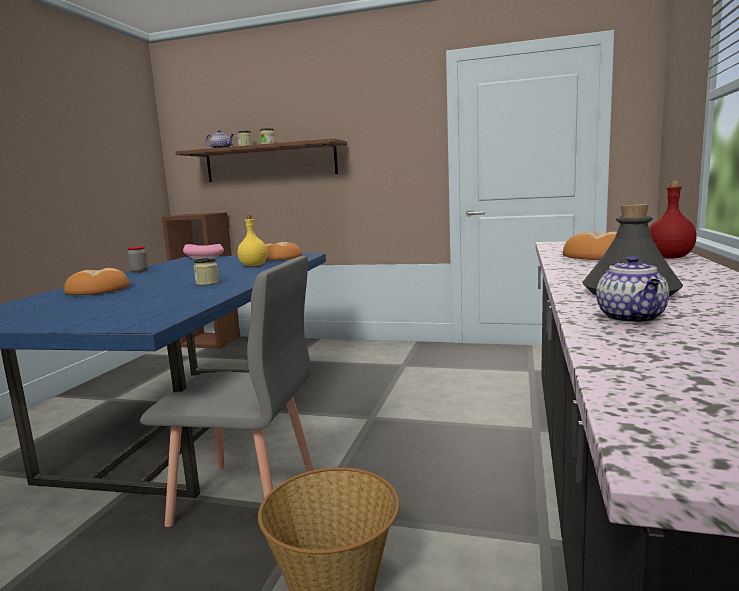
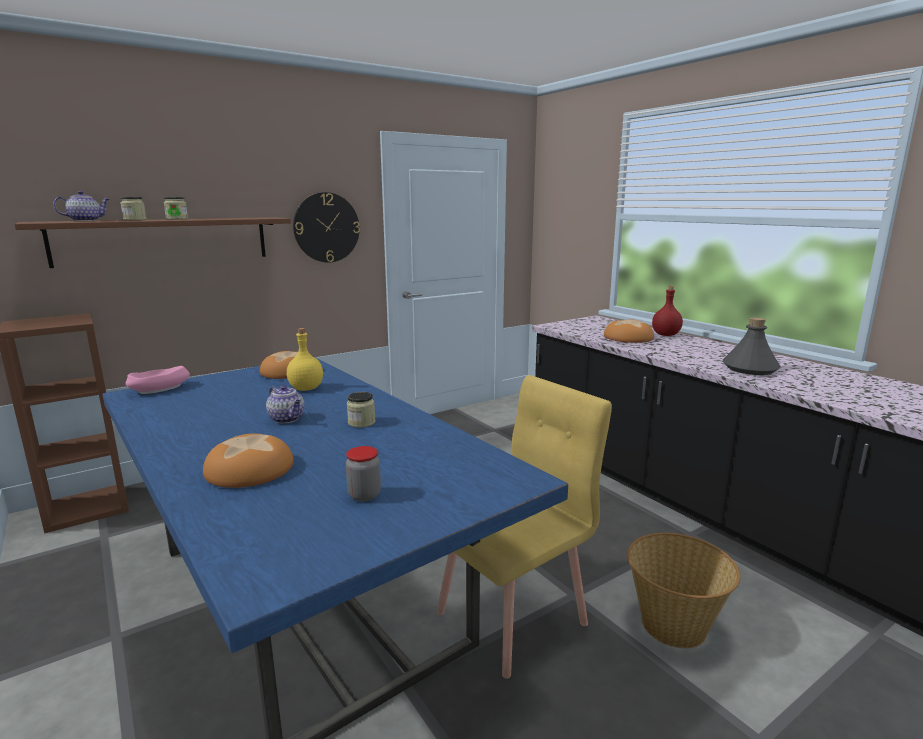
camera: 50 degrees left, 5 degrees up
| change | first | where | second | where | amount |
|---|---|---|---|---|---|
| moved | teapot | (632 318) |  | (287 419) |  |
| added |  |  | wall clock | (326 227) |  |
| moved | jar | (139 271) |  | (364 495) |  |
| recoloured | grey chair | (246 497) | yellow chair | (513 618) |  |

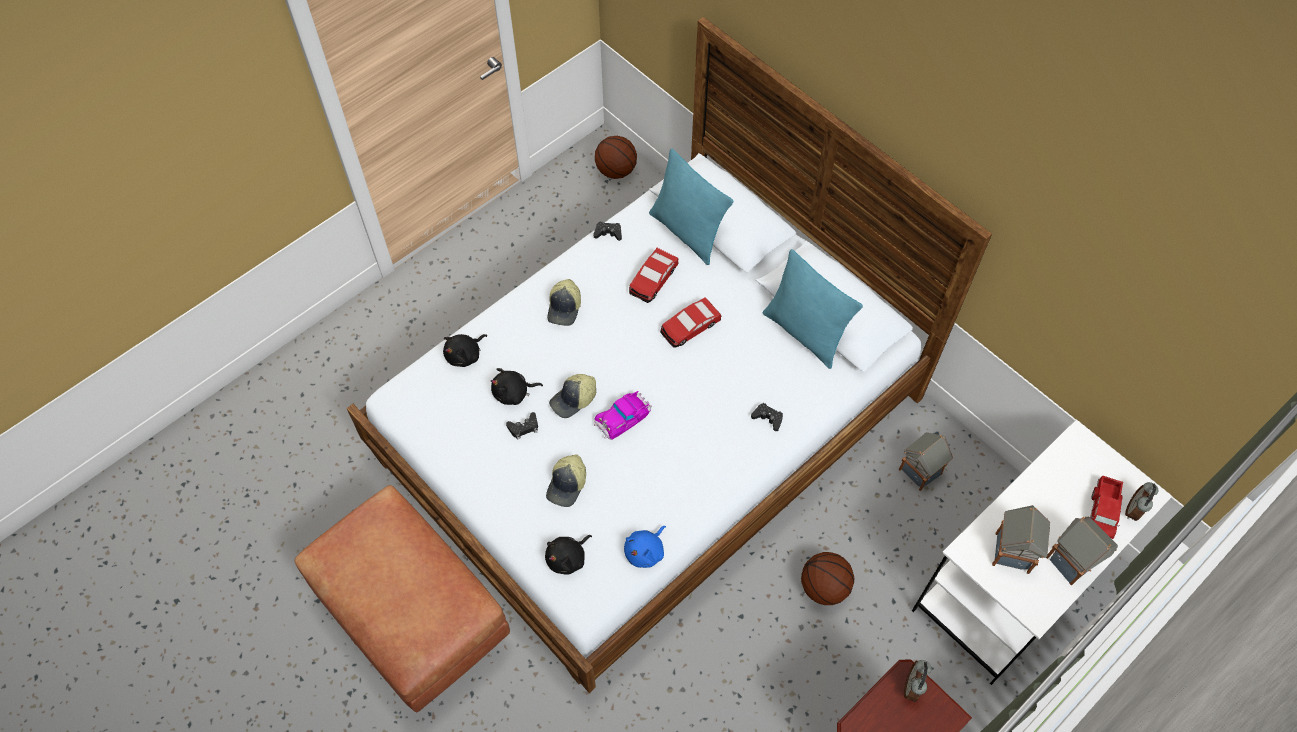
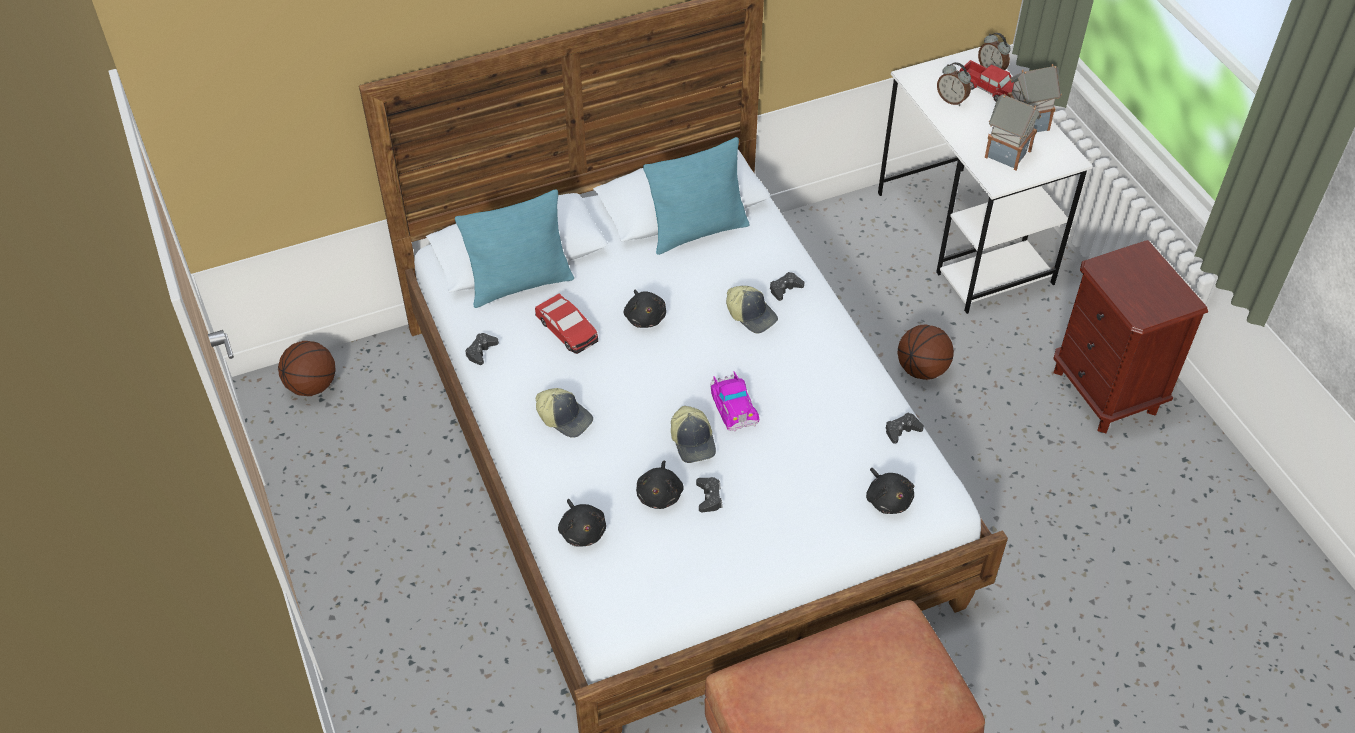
camera: 70 degrees left, 10 degrees down
| change | first | where | second | where | amount |
|---|---|---|---|---|---|
| replaced | toy car | (690 327) | black plush toy | (645 317) |  |
| moved | cap | (567 485) |  | (751 315) |  |
| replaced | blue plush toy | (646 551) | black game controller | (902 430) |  |
| moved | alarm clock | (913 687) |  | (952 100) |  |
| removed | toy house | (920 470) |  |  |  |

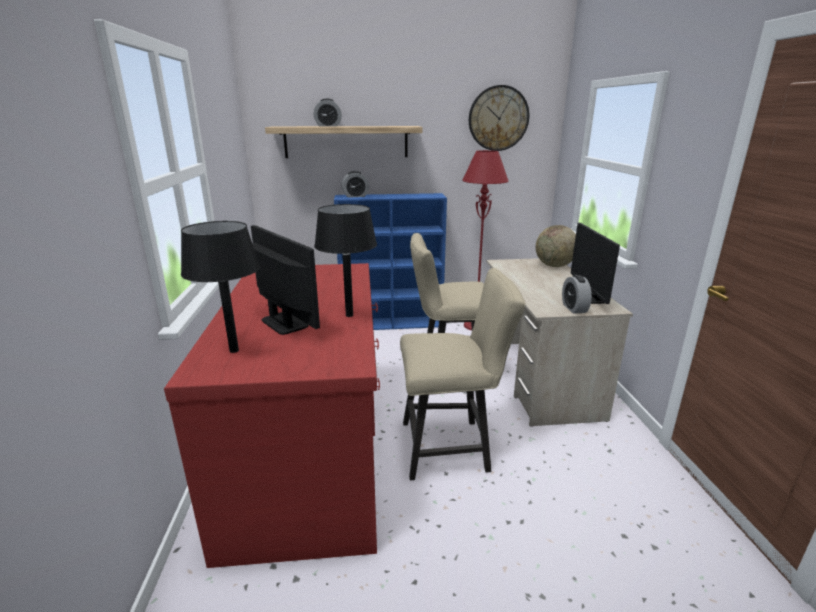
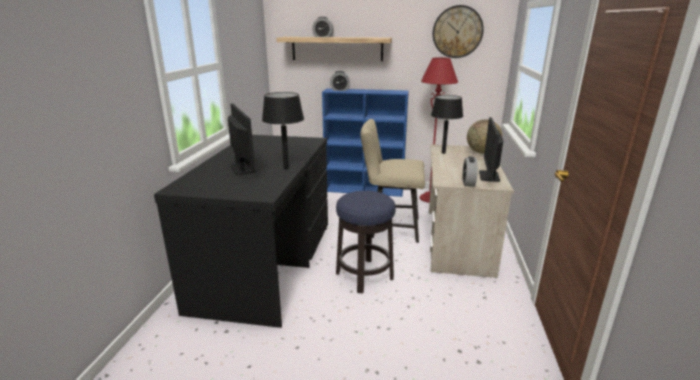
camera: 15 degrees right, 0 degrees up
| change | first | where | second | where | amount |
|---|---|---|---|---|---|
| recoloured | red desk | (310 453) | black desk | (267 265) |  |
| replaced | beige chair | (452 447) | stool | (364 276) |  |
| moved | black table lamp | (234 350) |  | (443 153) |  |

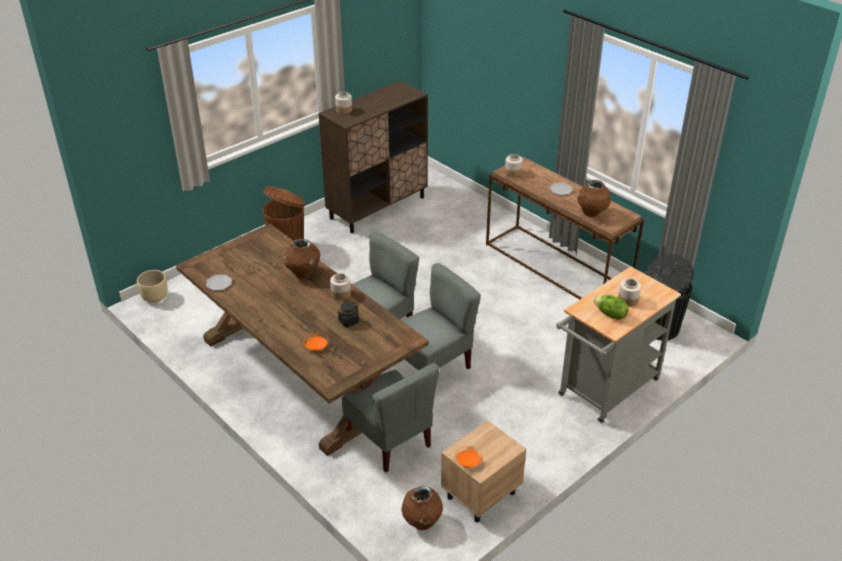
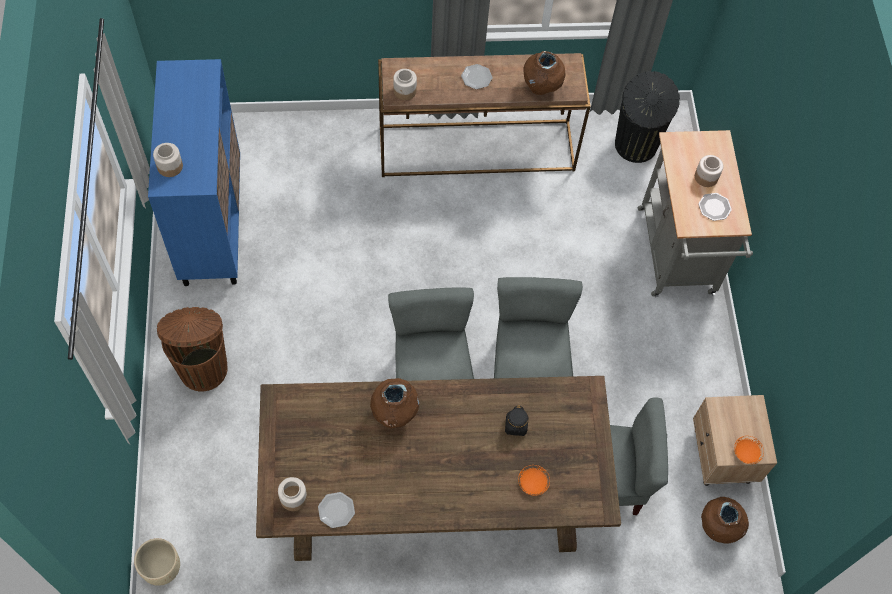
camera: 55 degrees left, 25 degrees up
| change | first | where | second | where | amount |
|---|---|---|---|---|---|
| recoloured | brown cabinet | (377 207) | blue cabinet | (212 223) |  |
| moved | jar | (340 294) |  | (293 498) |  |
| replaced | lettuce | (610 314) | plate | (714 207) |  |

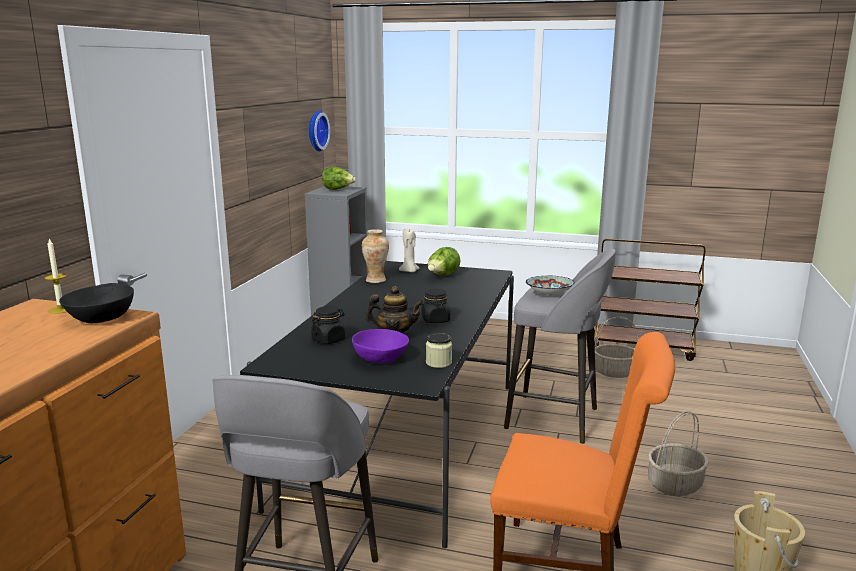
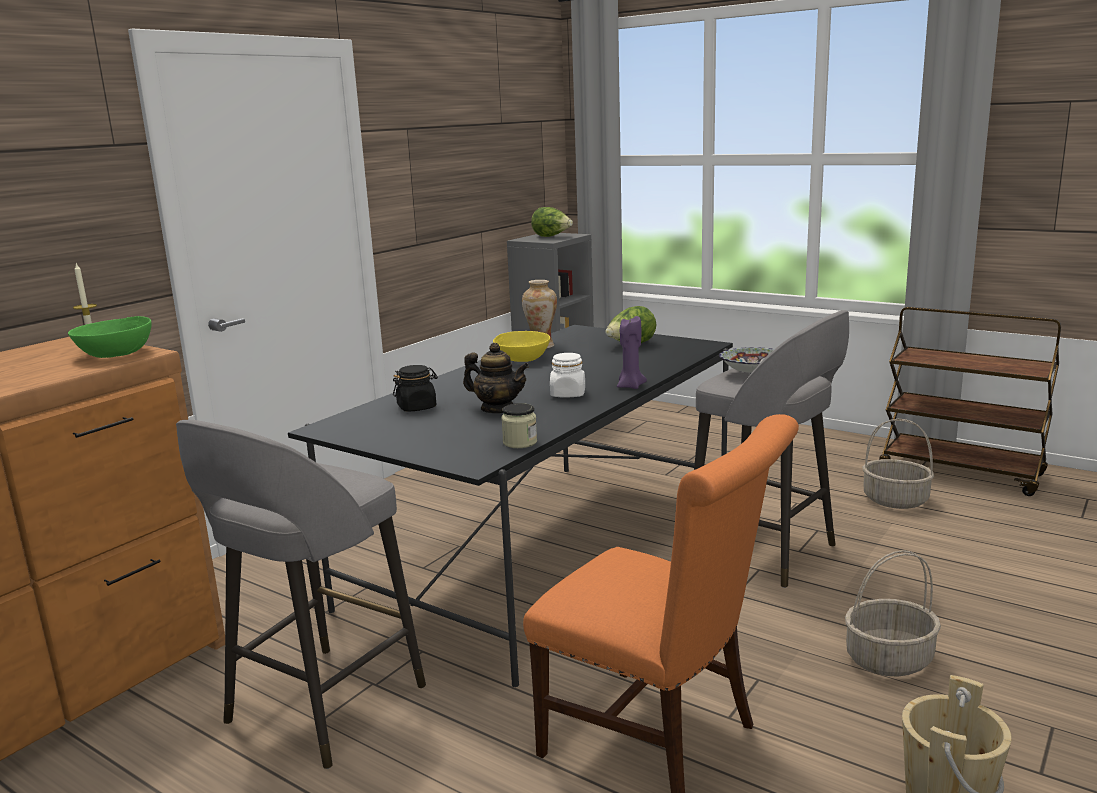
camera: 20 degrees right, 0 degrees up
| change | first | where | second | where | amount |
|---|---|---|---|---|---|
| recoloured | black bowl | (100 318) | green bowl | (115 354) |  |
| added |  |  | yellow bowl | (523 359) |  |
| recoloured | black jar | (435 320) | white jar | (568 394) |  |
| added |  |  | purple candle | (630 386) |  |
| removed | wall clock | (316 130) |  |  |  |
| removed | purple bowl | (380 358) |  |  |  |
| removed | beige candle | (409 271) |  |  |  |

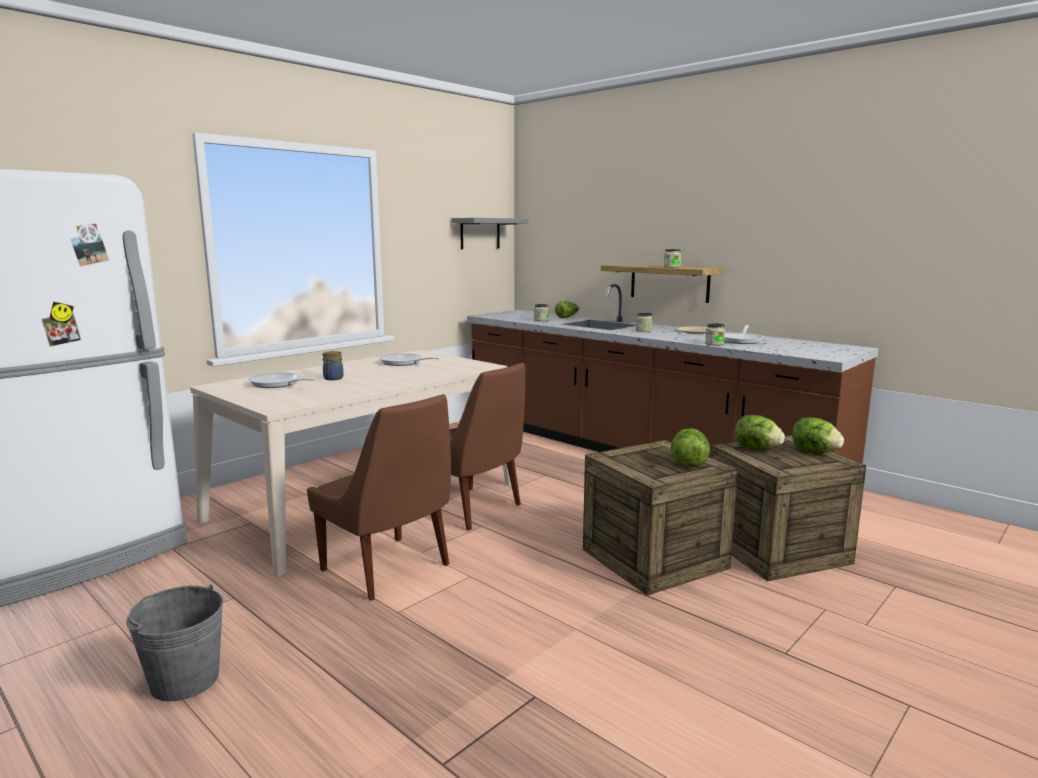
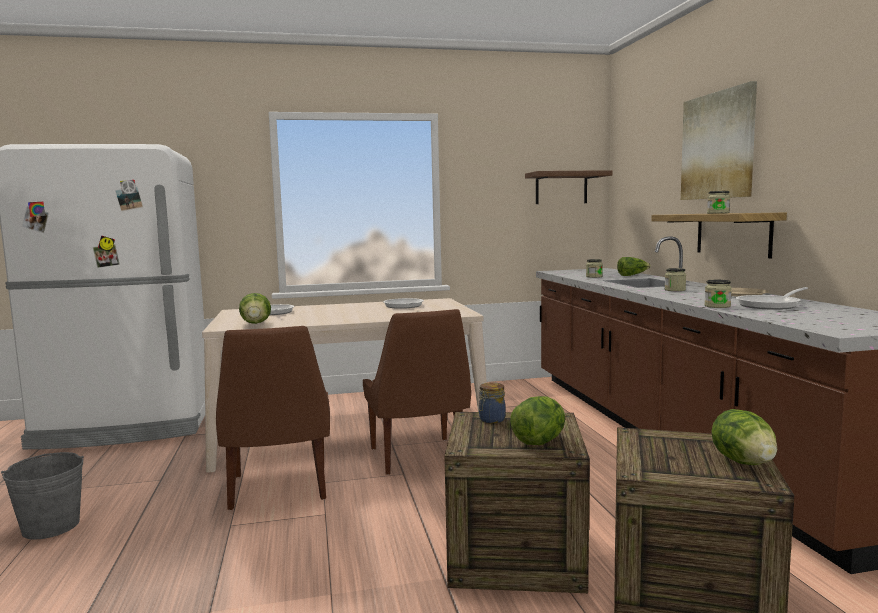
camera: 35 degrees right, 5 degrees down
| change | first | where | second | where | amount |
|---|---|---|---|---|---|
| moved | lettuce | (756 449) |  | (256 323) |  |
| moved | jar | (333 378) |  | (491 420) |  |
| recoloured | grey shelf | (480 233) | brown shelf | (561 188) |  |
| added |  |  | picture | (718 146) |  |

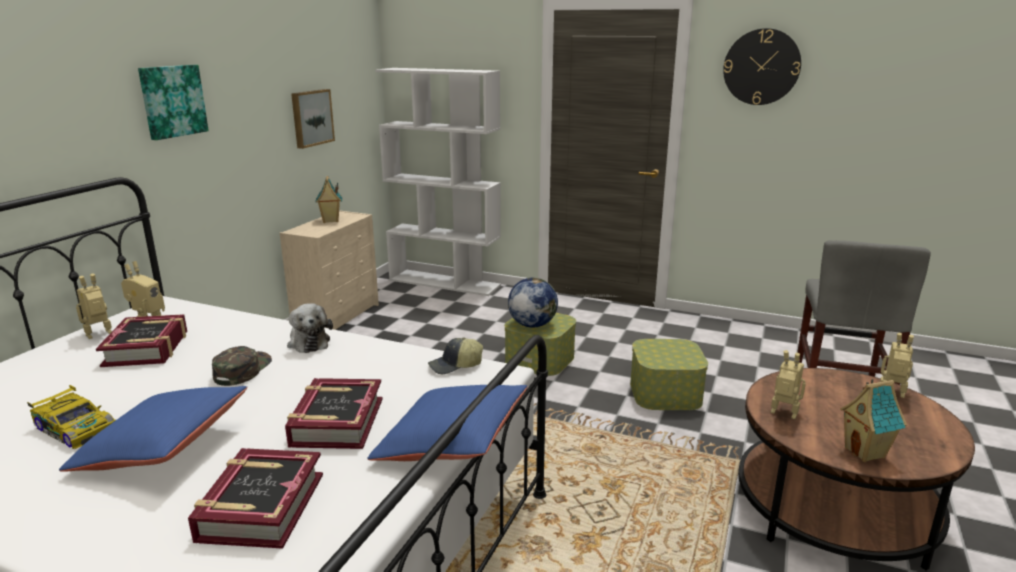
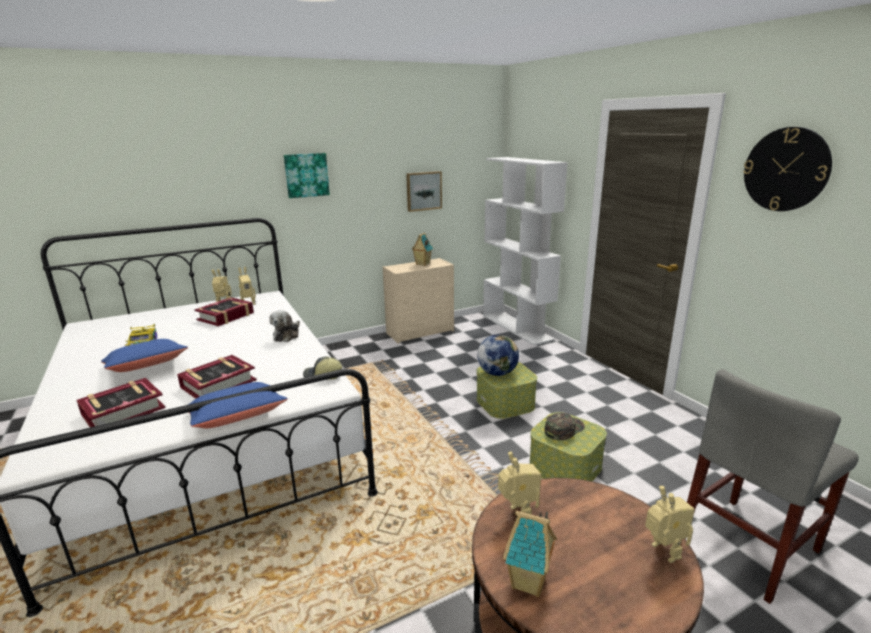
camera: 40 degrees right, 0 degrees up
| change | first | where | second | where | amount |
|---|---|---|---|---|---|
| moved | green cap | (242 370) |  | (563 429) |  |

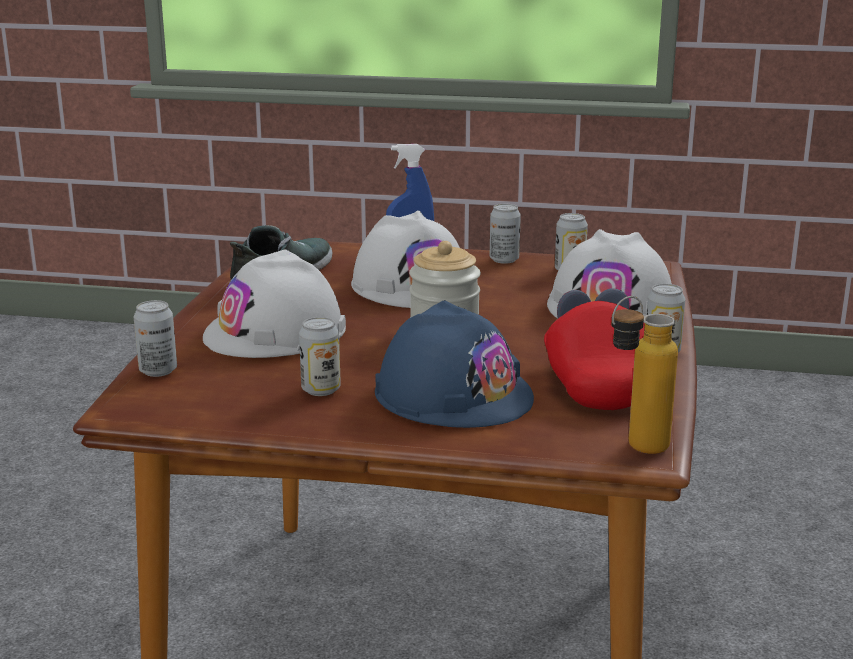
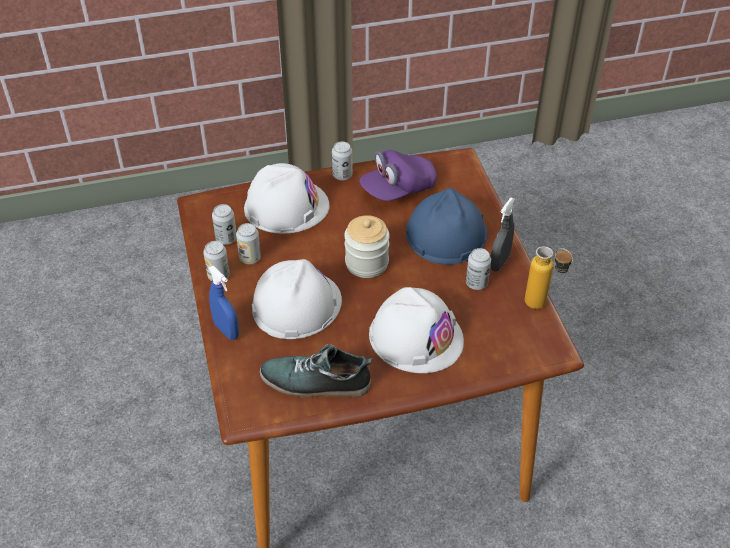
camera: 115 degrees left, 25 degrees up
| change | first | where | second | where | amount |
|---|---|---|---|---|---|
| moved | can | (158 371) |  | (250 258) |  |
| recoloured | red cap | (595 383) | purple cap | (398 189) |  |
| added |  |  | grey spray bottle | (499 262) |  |
| moved | bottle | (634 449) |  | (543 306) |  |

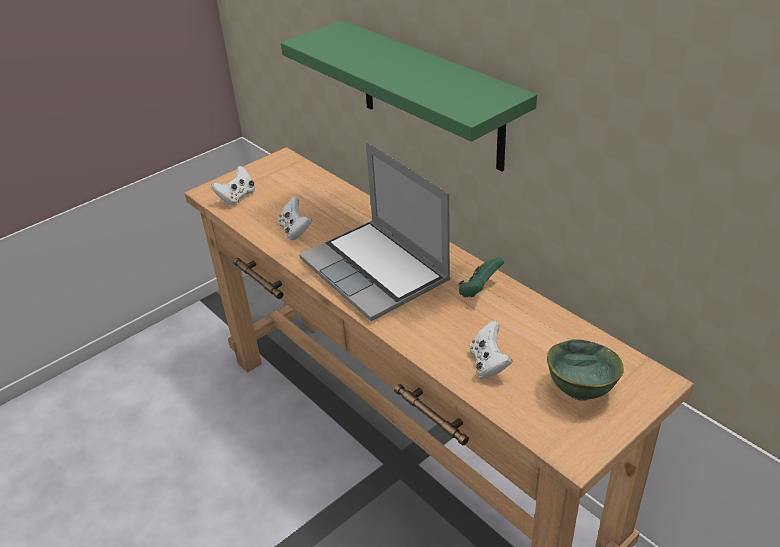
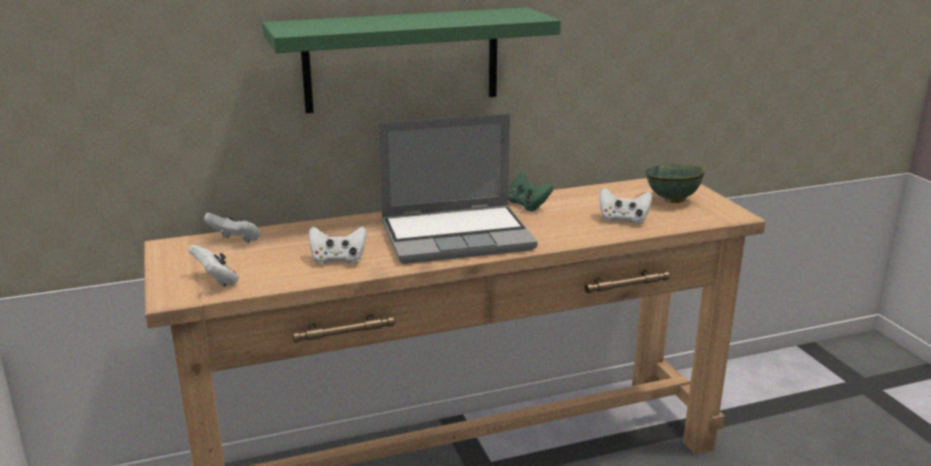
camera: 70 degrees left, 15 degrees down
| change | first | where | second | where | amount |
|---|---|---|---|---|---|
| added |  |  | white game controller | (236 241) |  |

